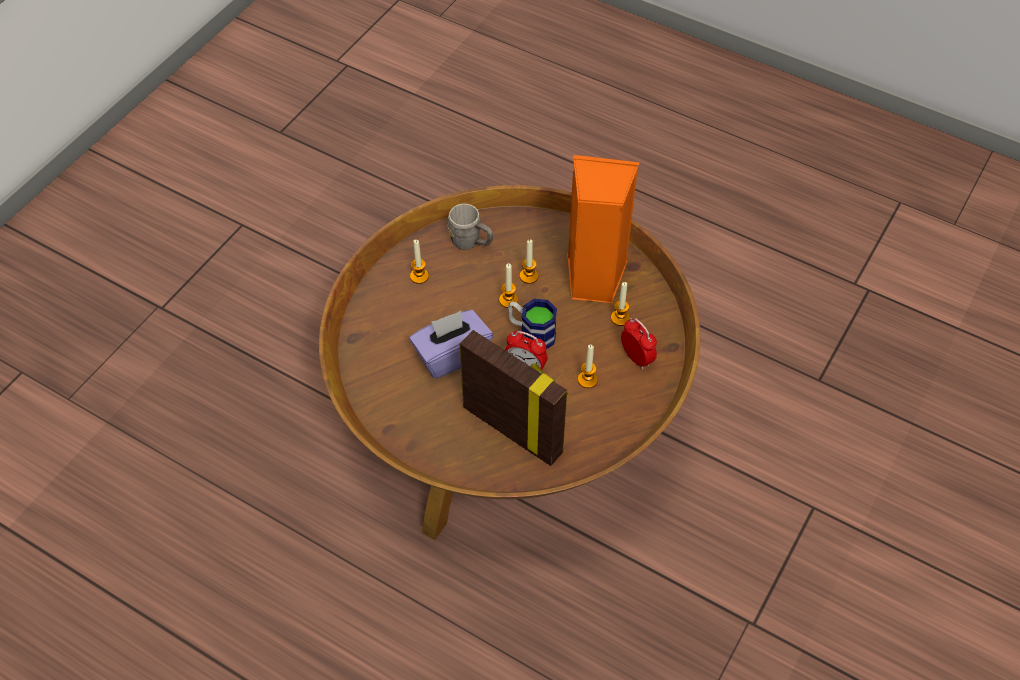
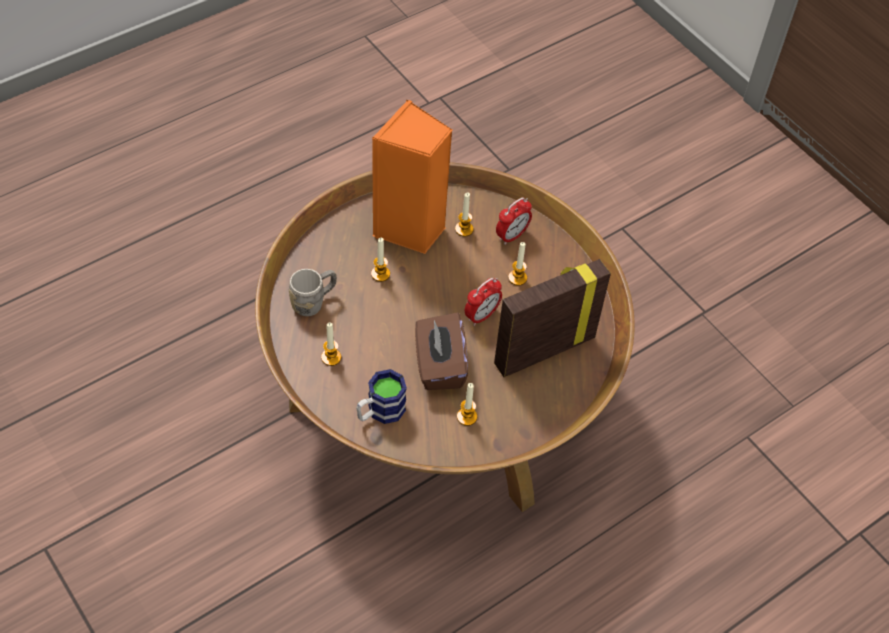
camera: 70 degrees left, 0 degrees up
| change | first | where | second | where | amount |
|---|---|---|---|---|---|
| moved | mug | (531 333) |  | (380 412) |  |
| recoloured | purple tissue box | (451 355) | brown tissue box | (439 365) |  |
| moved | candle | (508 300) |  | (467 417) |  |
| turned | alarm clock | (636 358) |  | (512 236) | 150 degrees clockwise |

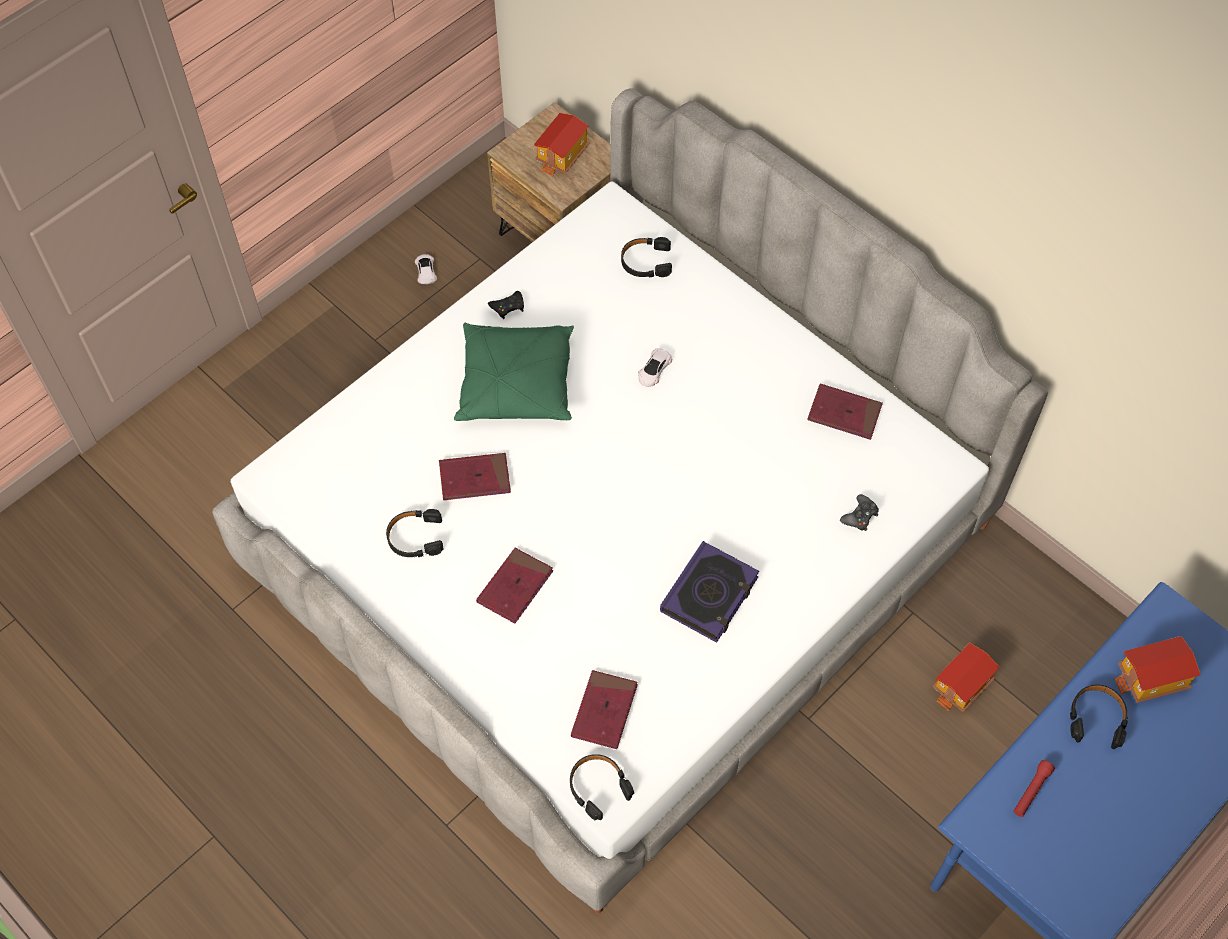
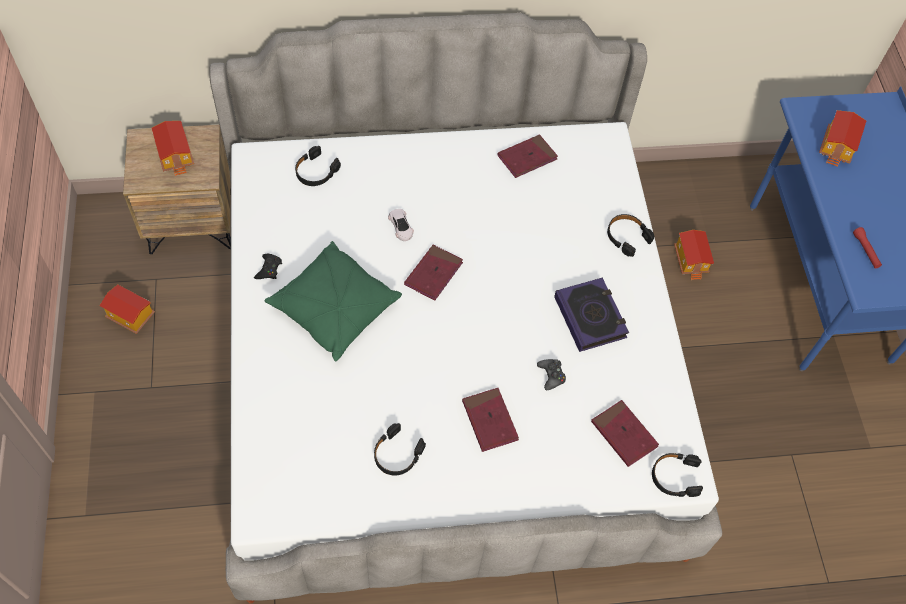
camera: 55 degrees left, 0 degrees up
| change | first | where | second | where | amount |
|---|---|---|---|---|---|
| replaced | white toy car | (426 271) | toy house | (130 316) |  |
| moved | red book | (475 478) |  | (433 274) |  |
| moved | black game controller | (860 516) |  | (551 375) |  |
| moved | black headphones | (1096 718) |  | (627 237) |  |

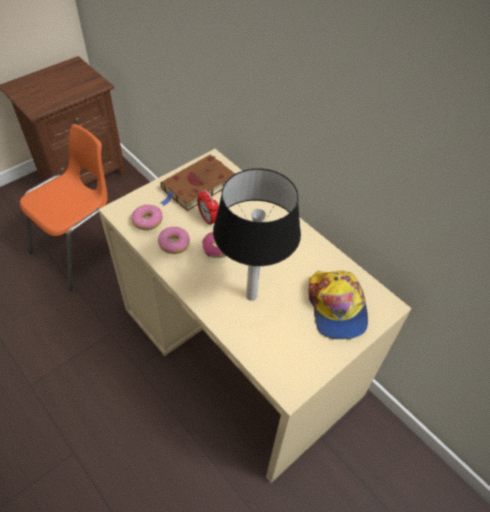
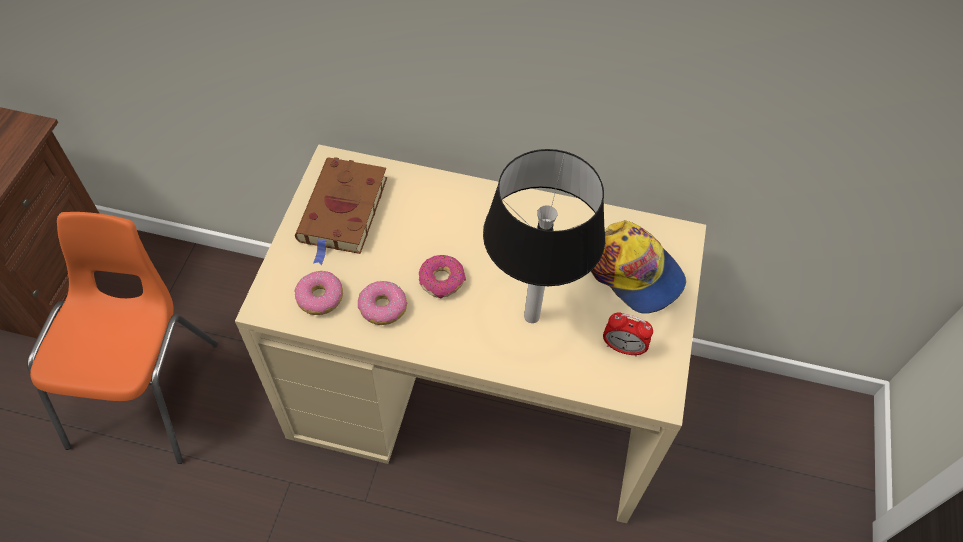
camera: 35 degrees left, 5 degrees up
| change | first | where | second | where | amount |
|---|---|---|---|---|---|
| moved | alarm clock | (208 219) |  | (623 348) |  |

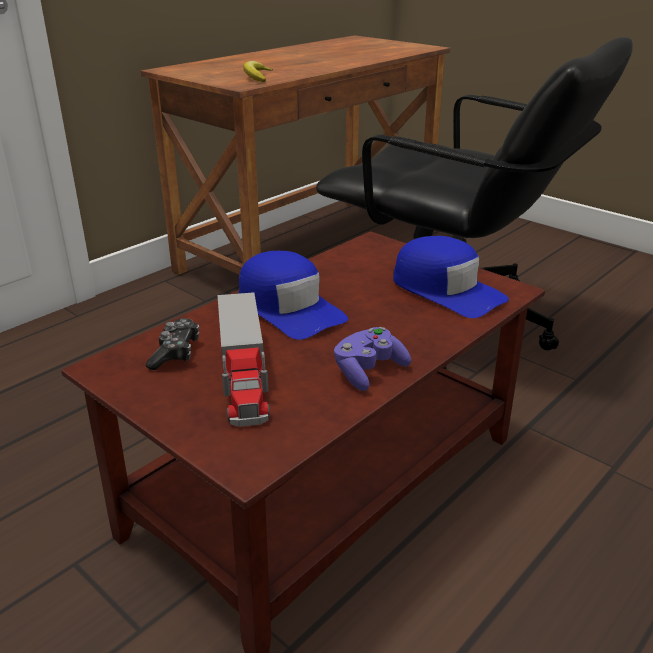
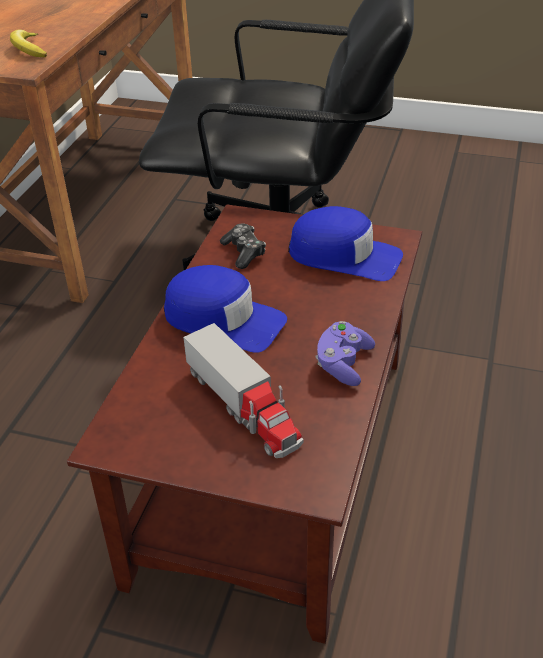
camera: 25 degrees left, 10 degrees up
| change | first | where | second | where | amount |
|---|---|---|---|---|---|
| moved | game controller | (175 353) |  | (244 252) |  |

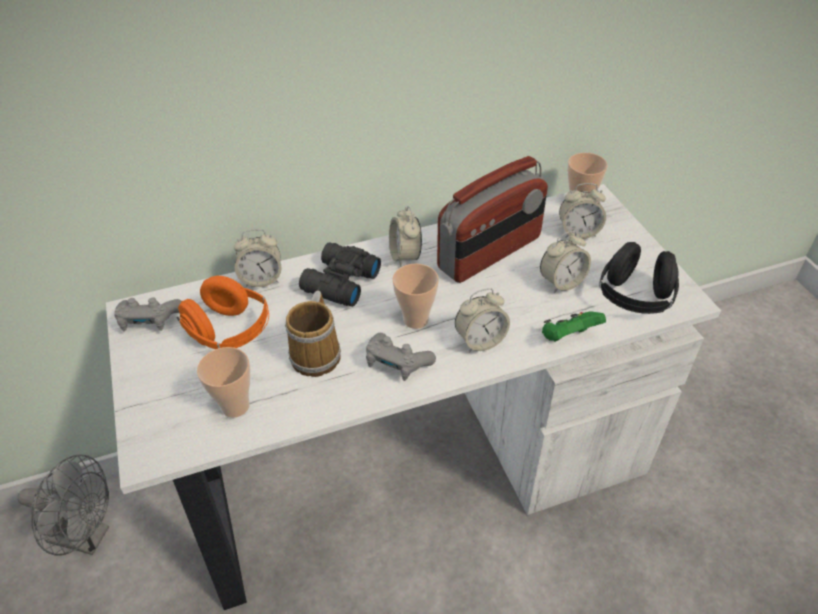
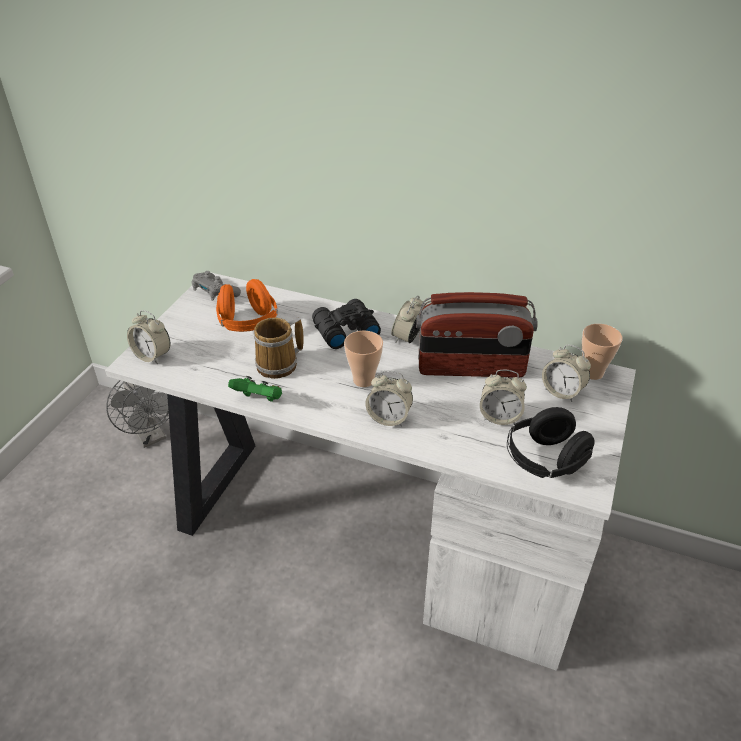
camera: 40 degrees right, 5 degrees down
| change | first | where | second | where | amount |
|---|---|---|---|---|---|
| moved | alarm clock | (262 279) |  | (152 356) |  |
| moved | green game controller | (568 337) |  | (259 399) |  |
| removed | cup | (235 406) |  |  |  |
| removed | grey game controller | (397 363) |  |  |  |

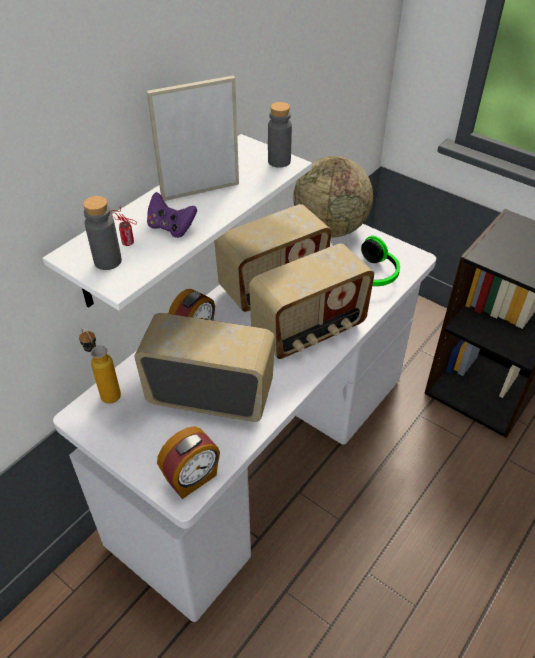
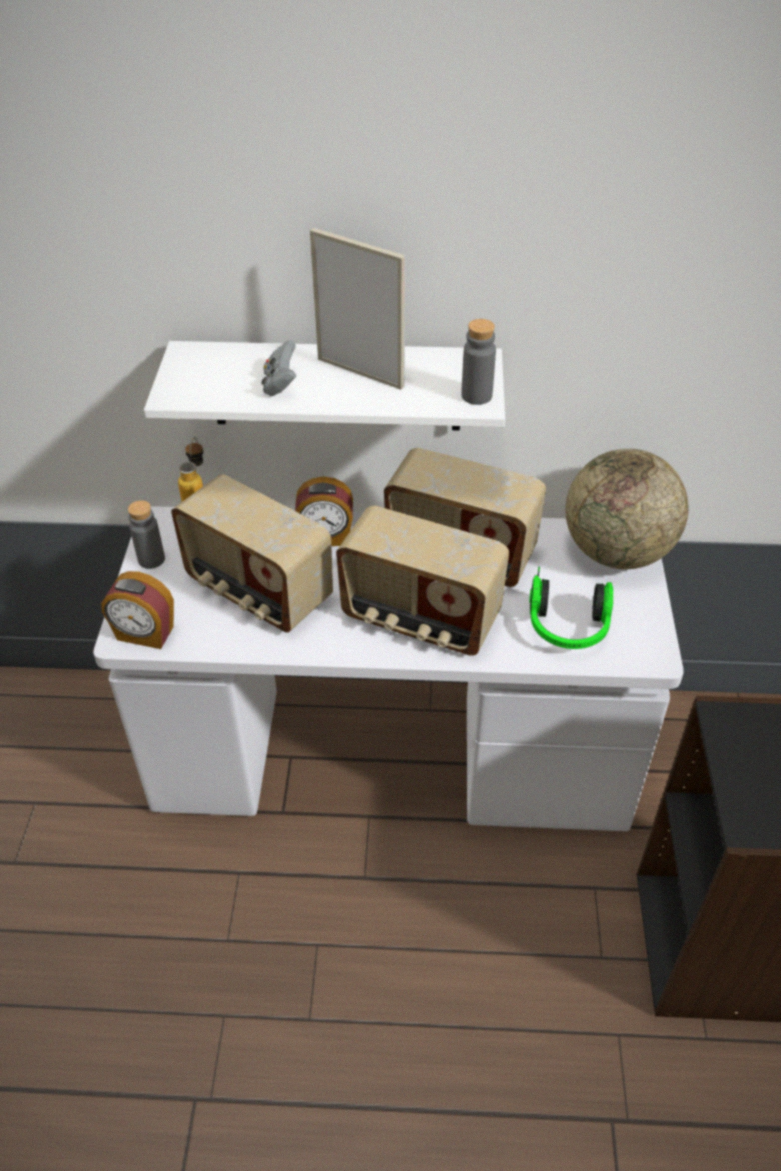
camera: 55 degrees right, 0 degrees up
| change | first | where | second | where | amount |
|---|---|---|---|---|---|
| moved | grey bottle | (108 261) |  | (151 559) |  |
| turned | radio | (211 395) |  | (257 591) | 150 degrees clockwise |
| recoloured | purple game controller | (171 228) | grey game controller | (280 384) |  |
| removed | can | (129 243) |  |  |  |

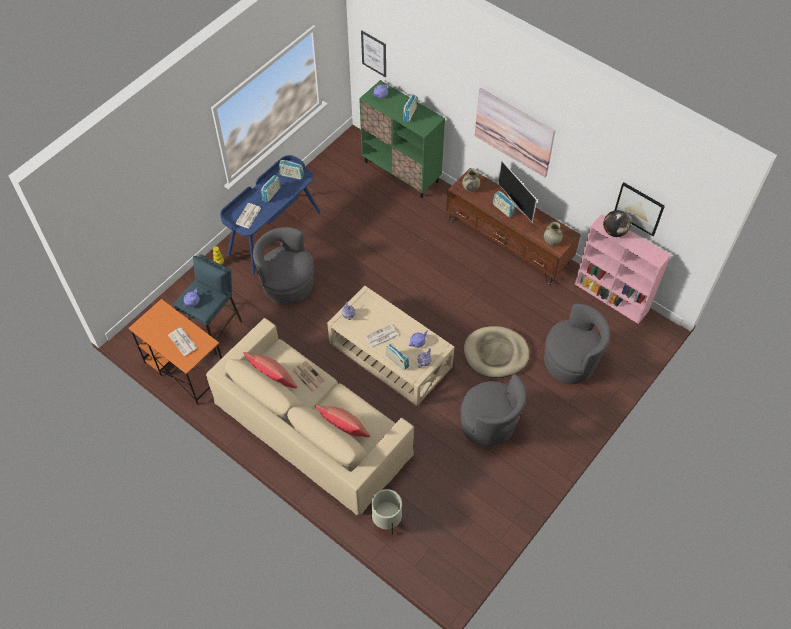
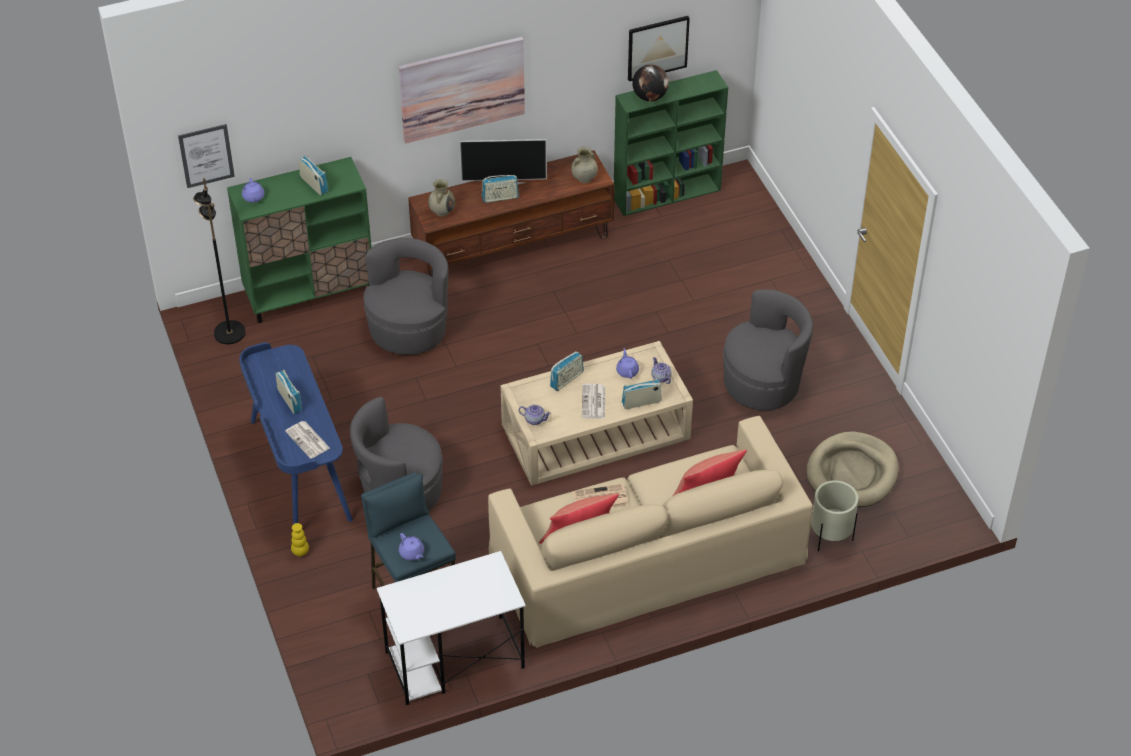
camera: 60 degrees left, 10 degrees down
| change | first | where | second | where | amount |
|---|---|---|---|---|---|
| added |  |  | black floor lamp | (228 333) |  |
| moved | grey armchair | (570 362) |  | (409 329) |  |
| recoloured | orange desk | (185 368) | white desk | (453 660) |  |
| moved | radio | (291 175) |  | (566 379) |  |
| recoloured | pink bookcase | (612 298) | green bookcase | (668 194) |  |
| moved | beige dog bed | (496 353) |  | (852 473) |  |
| removed | newspaper | (183 342) |  |  |  |

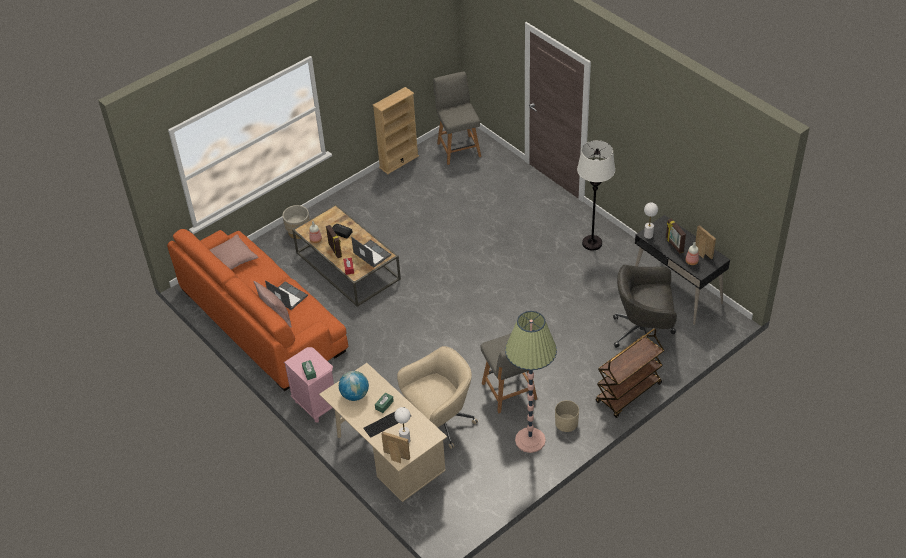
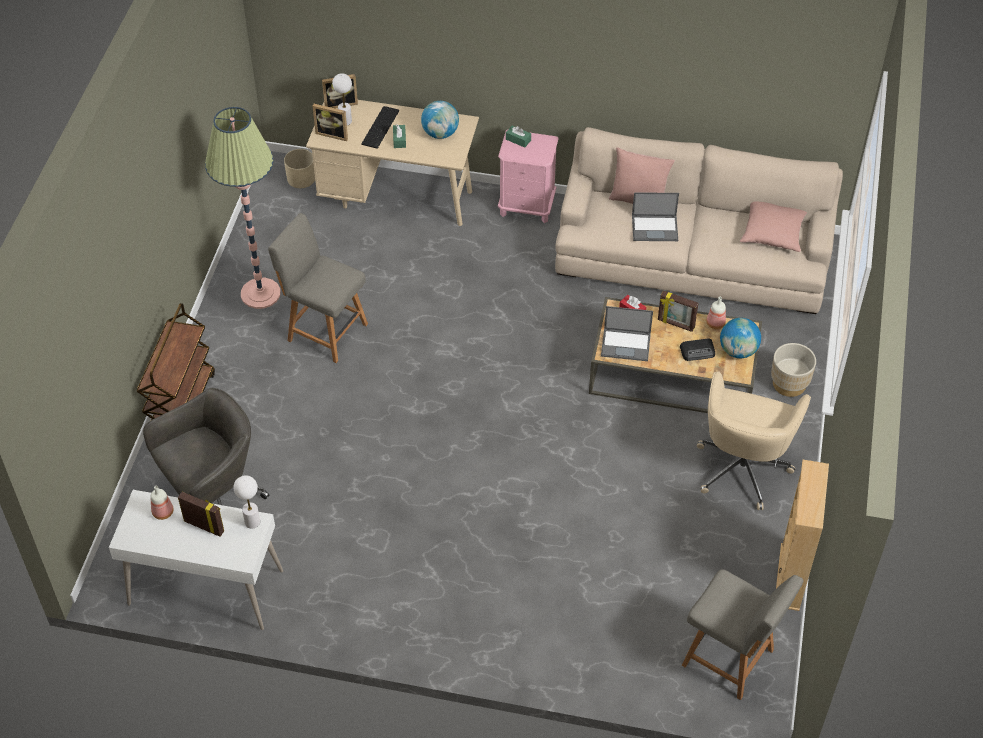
camera: 140 degrees right, 5 degrees up
| change | first | where | second | where | amount |
|---|---|---|---|---|---|
| recoloured | black desk | (677 291) | white desk | (205 588) |  |
| moved | beige planter | (566 423) |  | (301 178) |  |
| moved | picture frame | (701 253) |  | (333 133) |  |
| recoloured | orange sofa | (262 319) | beige sofa | (692 257) |  |
| moved | beige office chair | (439 422) |  | (743 466) |  |
| added |  |  | globe | (738 351) |  |
| removed | white floor lamp | (592 243) |  |  |  |

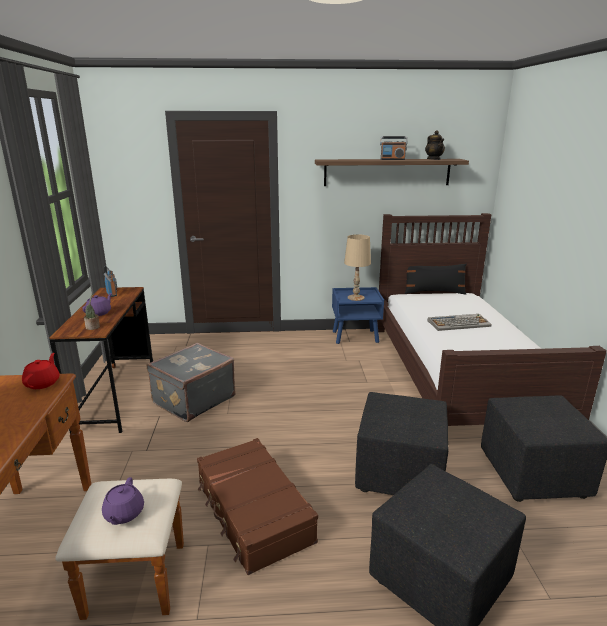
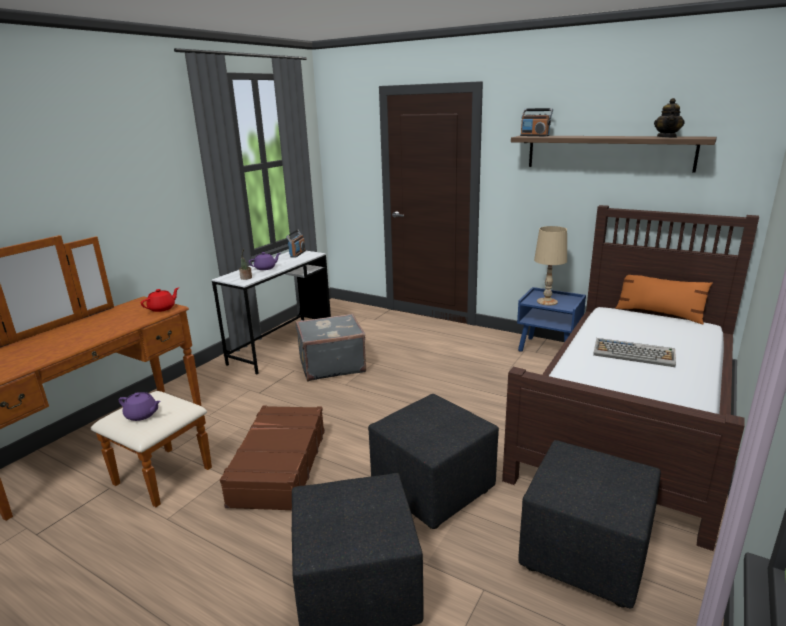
camera: 35 degrees right, 0 degrees up
| change | first | where | second | where | amount |
|---|---|---|---|---|---|
| turned | purple teapot | (123 514) |  | (142 415) | 105 degrees counterclockwise |
| recoloured | brown desk | (116 396) | white desk | (282 346) |  |
| moved | radio | (392 159) |  | (534 136) |  |
| recoloured | black pillow | (434 292) | orange pillow | (659 314) |  |

